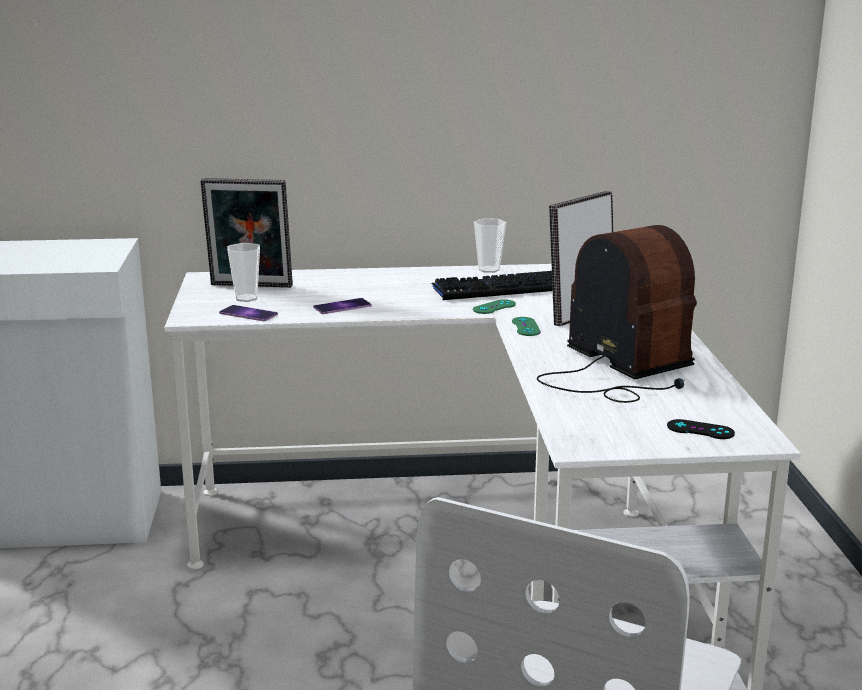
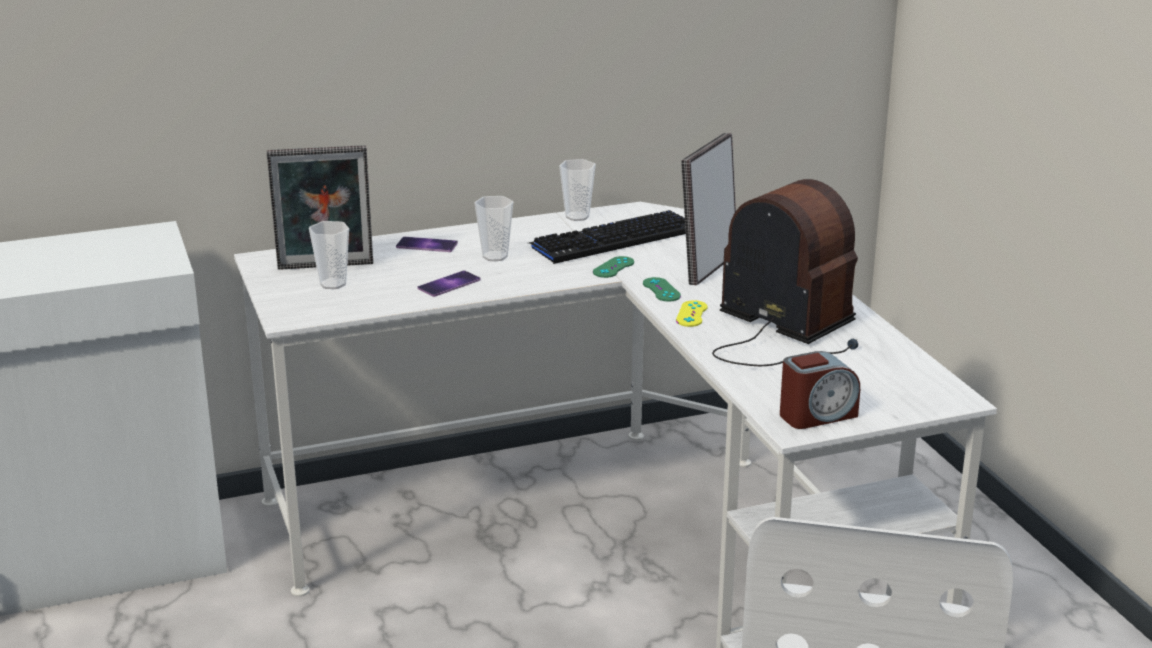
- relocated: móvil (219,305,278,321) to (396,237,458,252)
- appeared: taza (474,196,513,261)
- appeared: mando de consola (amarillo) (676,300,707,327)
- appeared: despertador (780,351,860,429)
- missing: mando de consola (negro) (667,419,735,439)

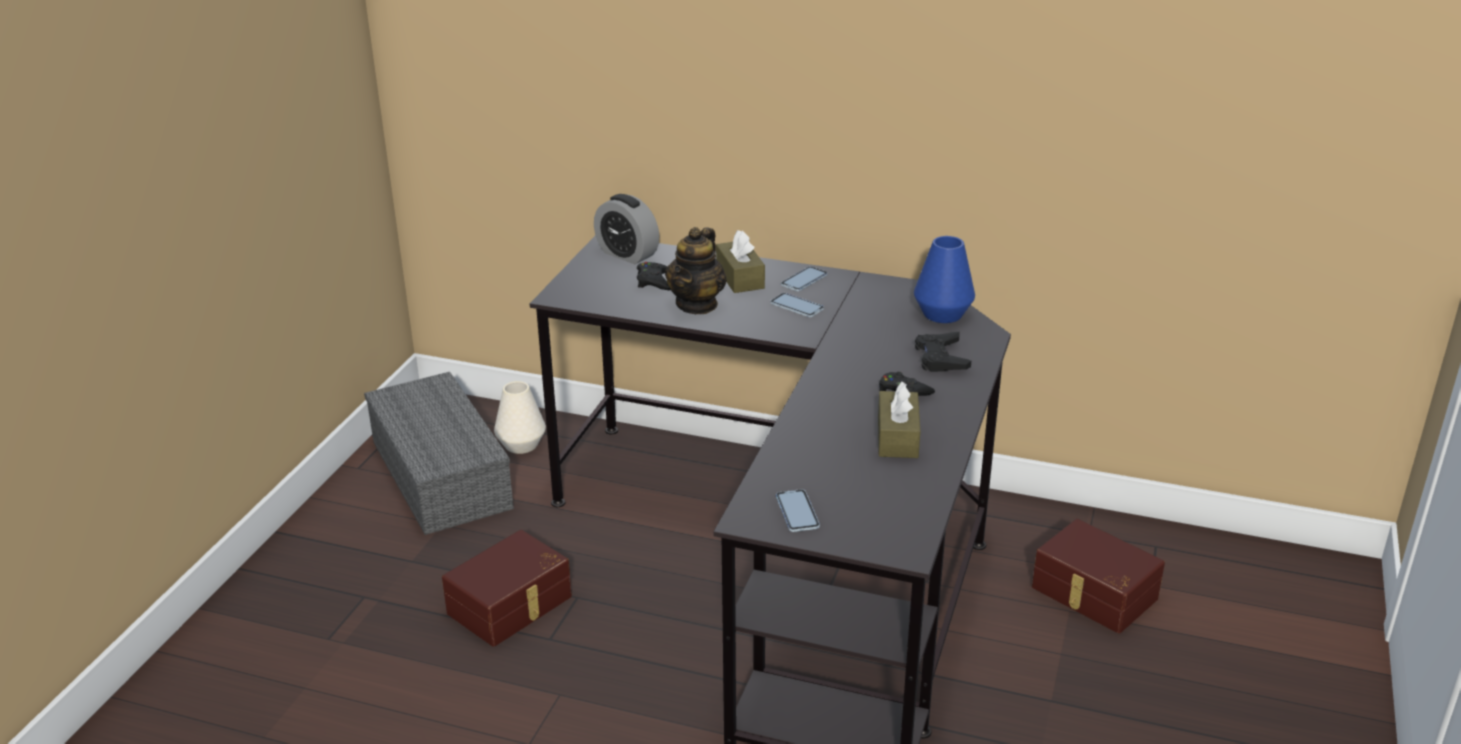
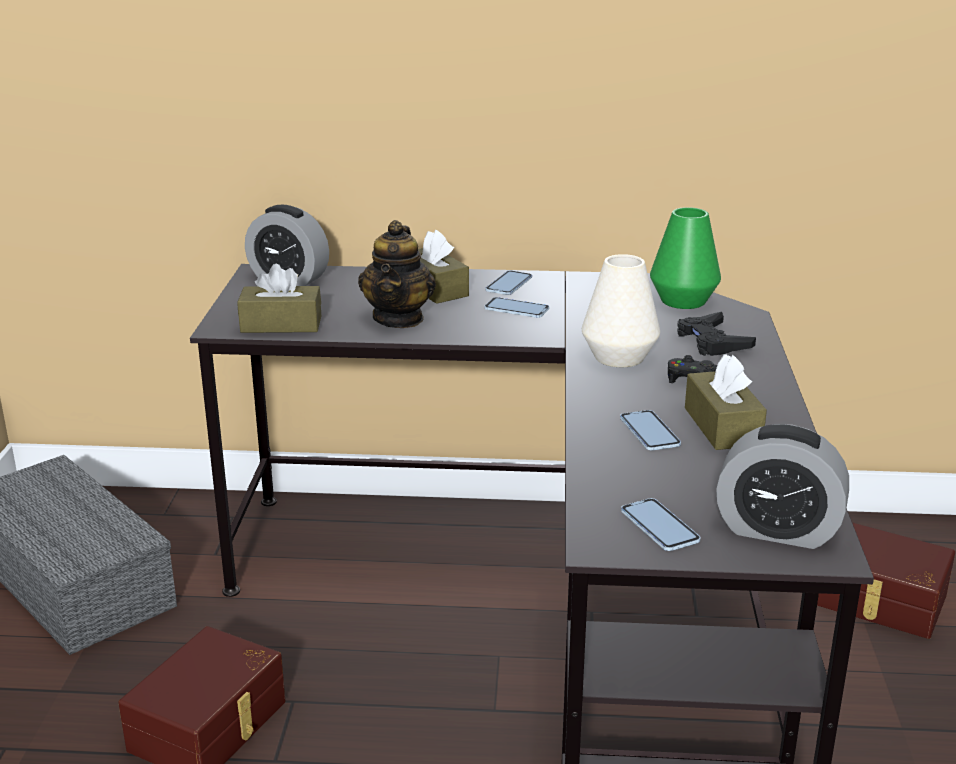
- appeared: caja de pañuelos (marrón) (237,264,321,333)
- relocated: florero (blanco) (494,381,546,454) to (582,254,660,367)
- appeared: móvil (620,410,681,450)
- colour: florero (azul) (914,236,975,323) to florero (verde) (650,207,721,309)
- appeared: despertador (716,424,849,549)
- missing: mando de consola (negro) (637,262,671,290)

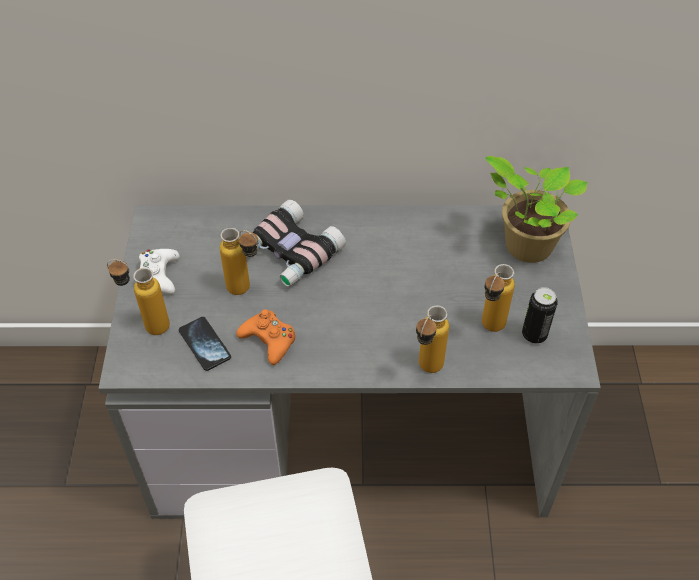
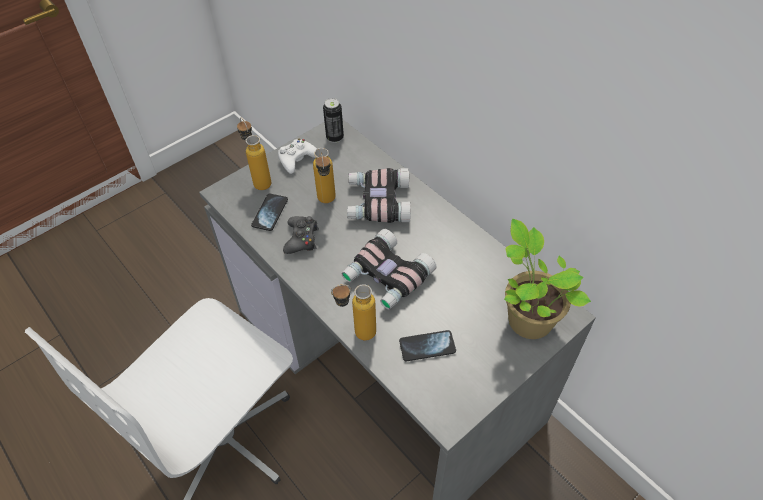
- colour: mando de consola (naranja) (236,309,295,365) to mando de consola (negro) (283,216,319,254)
- relocated: lata (522,287,558,344) to (323,98,344,143)
- appeared: prismáticos (341,229,436,310)
- exchanged: botella (482,264,515,332) to móvil (399,330,456,361)

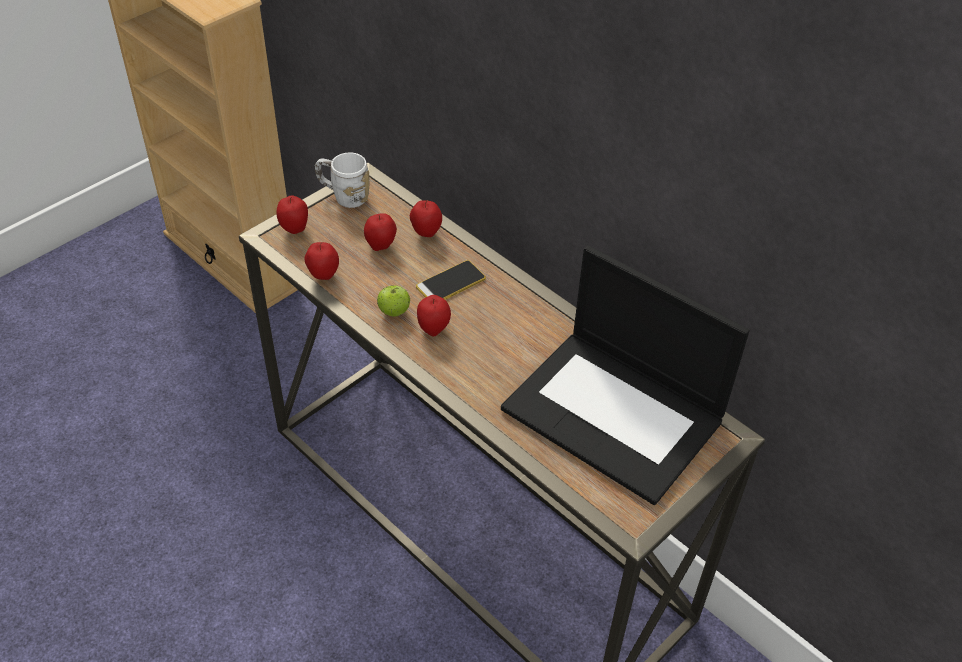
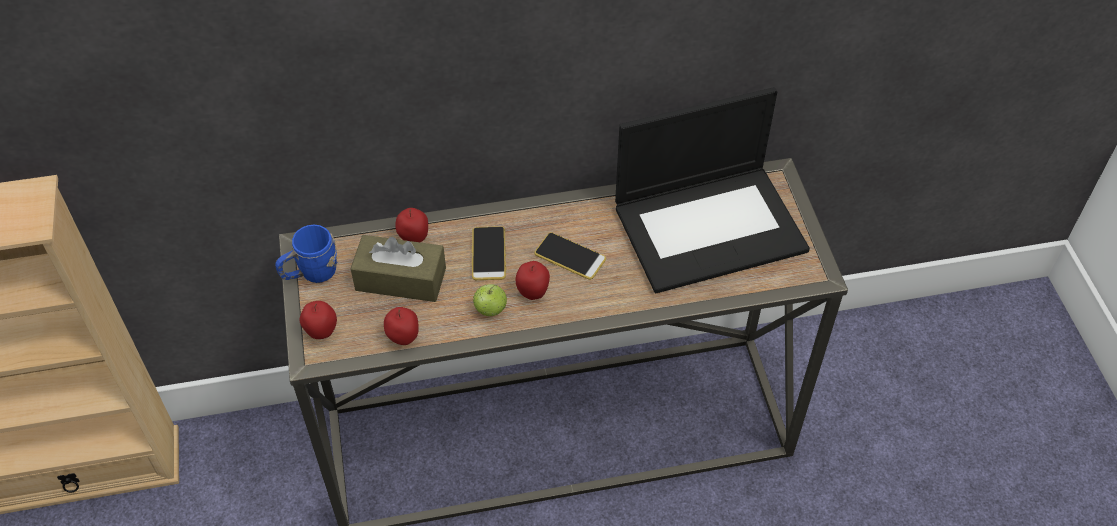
- colour: taza grande (blanco) (315,152,370,208) to taza grande (azul) (275,225,337,283)
- exchanged: manzana (364,213,397,251) to caja de pañuelos (marrón) (350,235,446,302)
- appeared: móvil (534,232,606,280)

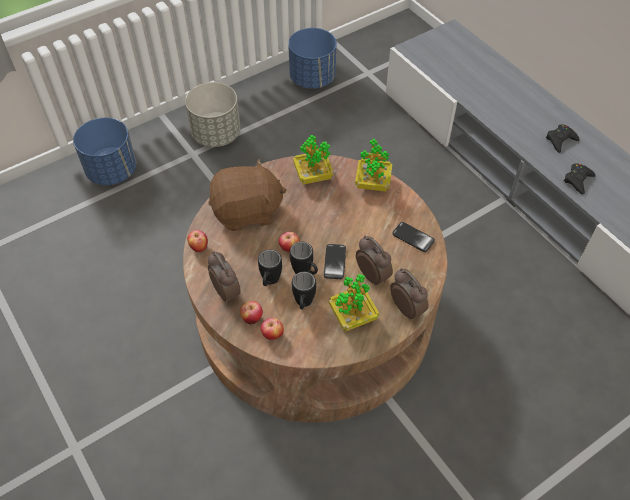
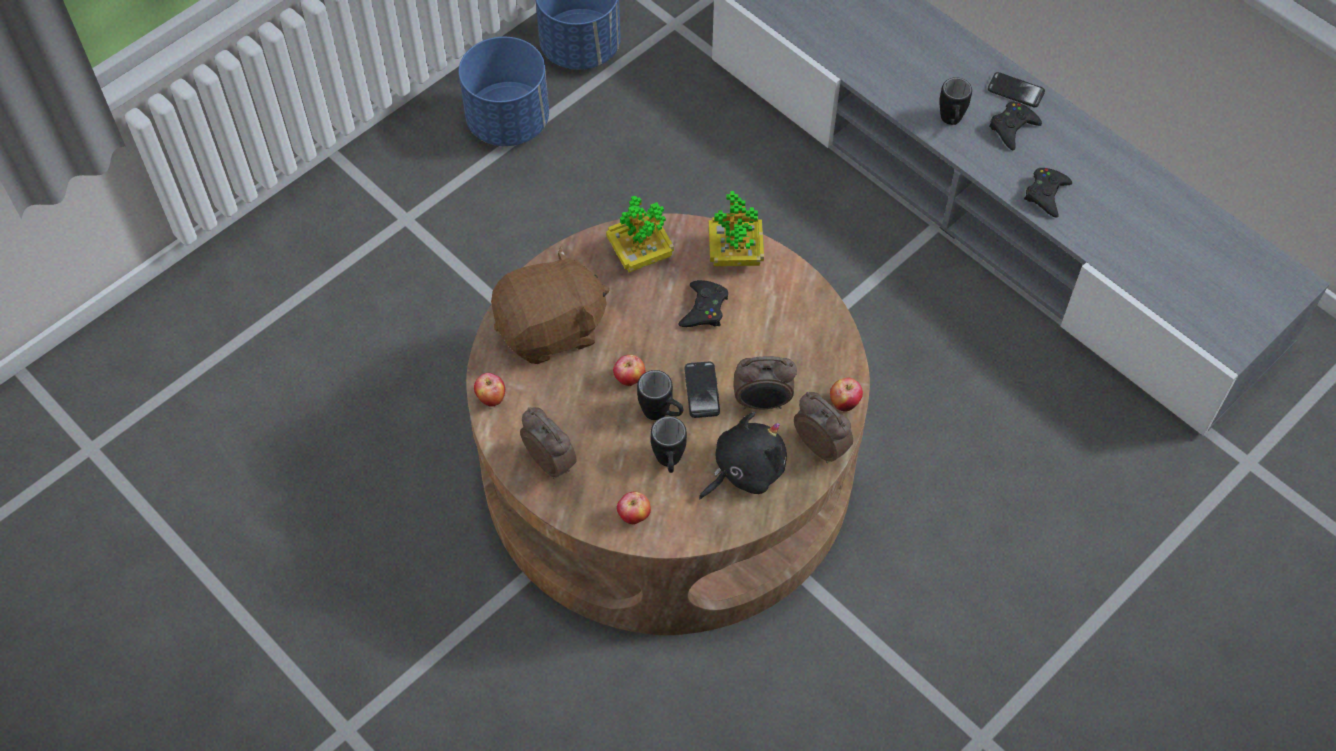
- relocated: maceta (azul) (73,118,137,185) to (459,37,549,146)
- appeared: mando de consola (negro) (678,280,728,327)
- exchanged: planta en maceta (329,274,379,332) to peluche (negro) (699,412,787,499)
- spun: despertador (356,235,393,286) = (733,356,797,409) 135 degrees clockwise
- relocated: manzana (240,301,263,324) to (830,378,863,411)
- relocated: taza grande (negro) (258,250,282,286) to (939,77,972,125)
- relocated: móvil (393,222,435,252) to (988,72,1045,107)
- missing: maceta (gris) (185,82,241,147)

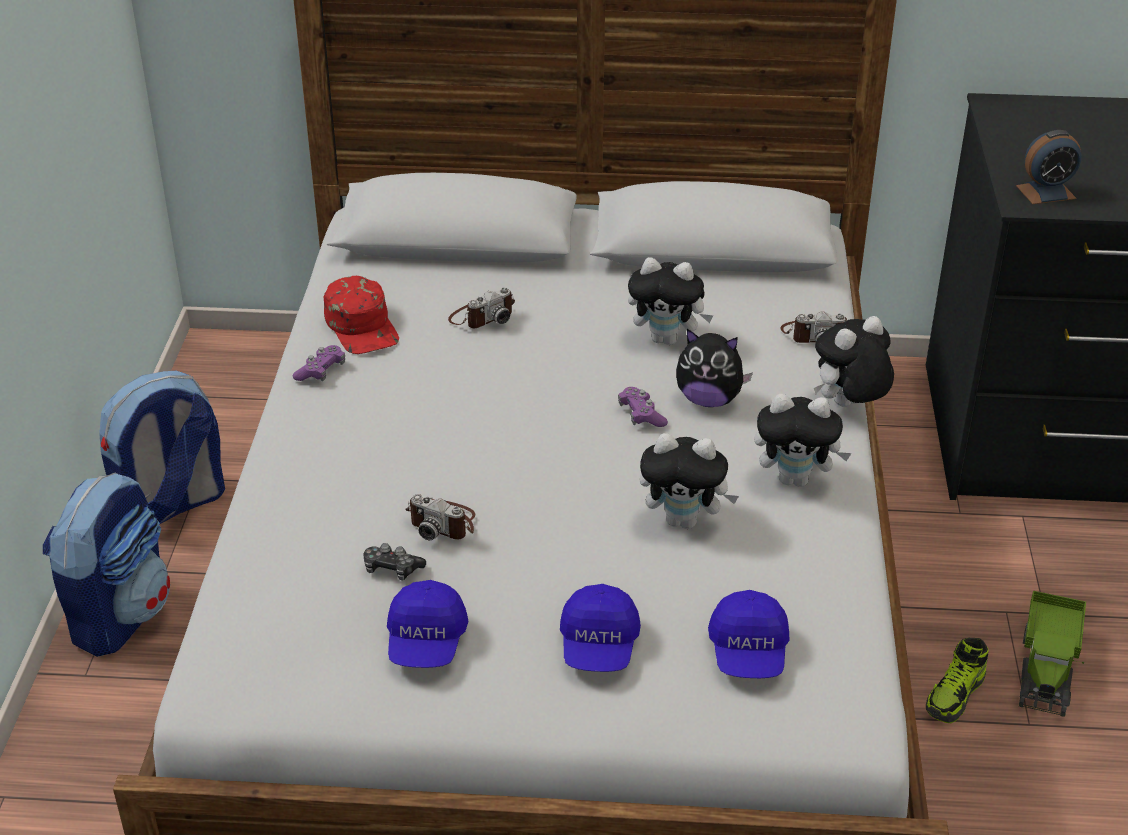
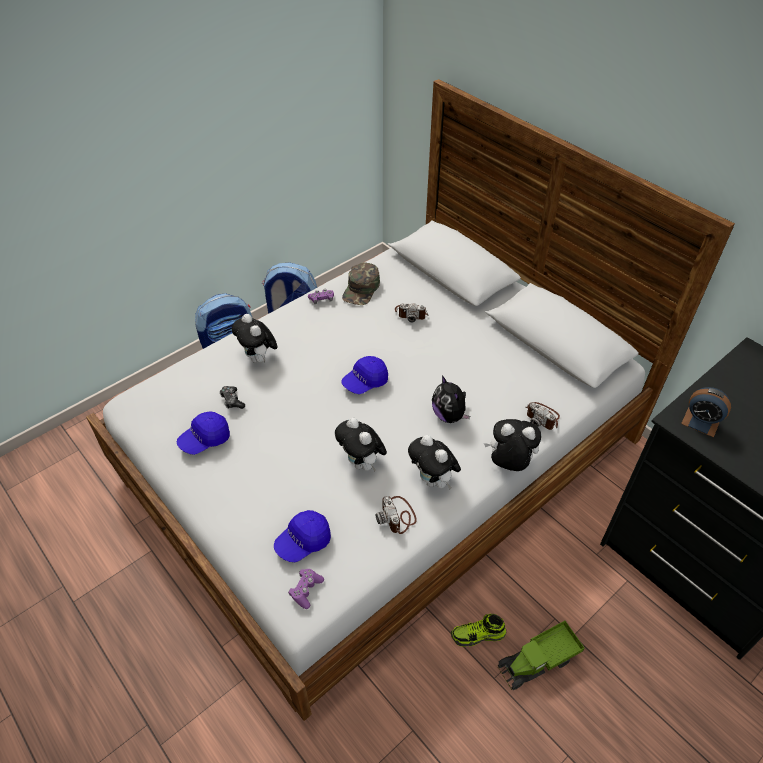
- relocated: peluche (628,257,713,345) to (232,314,278,363)
- relocated: mando de consola (morado) (618,387,668,427) to (288,569,324,609)
- relocated: gorra (azul) (560,584,641,672) to (341,356,388,394)
- colour: gorra (rojo) (323,276,399,354) to gorra (verde) (342,262,380,305)
- relocated: cámara (405,494,475,540) to (376,496,417,534)

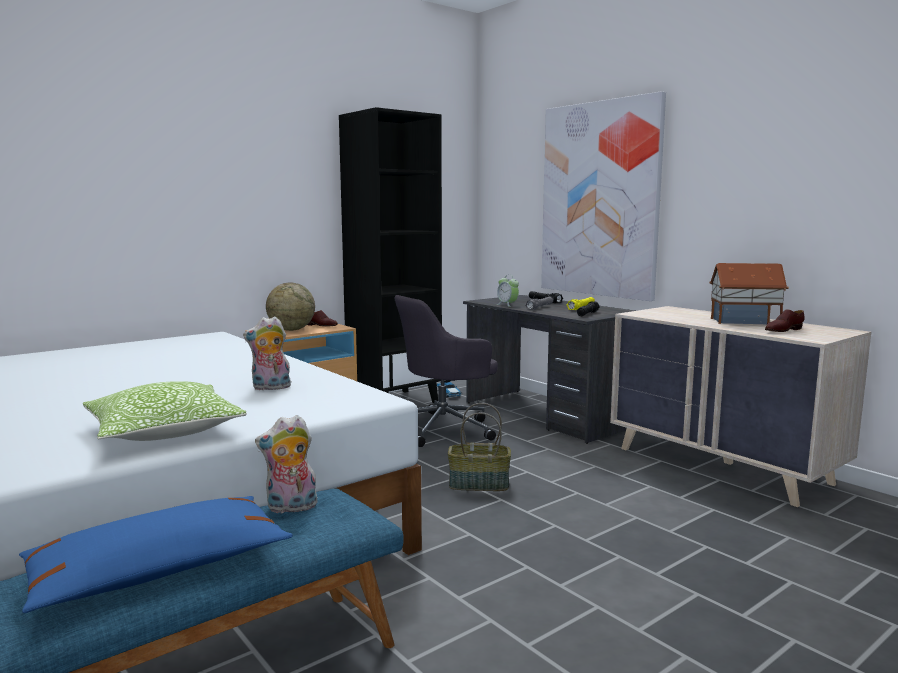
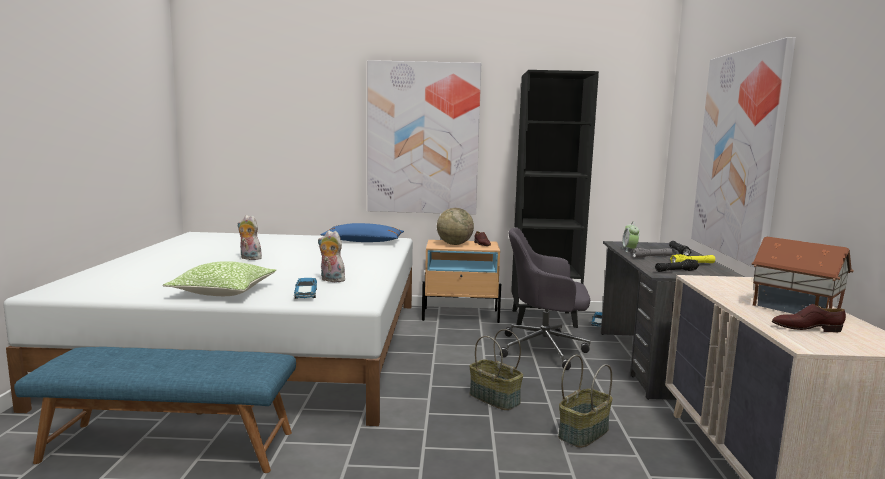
- relocated: peluche (255,415,317,514) to (237,215,262,260)
- appeared: coche de juguete (294,278,317,299)
- relocated: cojín (azul) (19,496,293,613) to (321,223,404,242)
- appeared: cuadro (367,60,481,214)
- appeared: cesta (558,355,612,448)

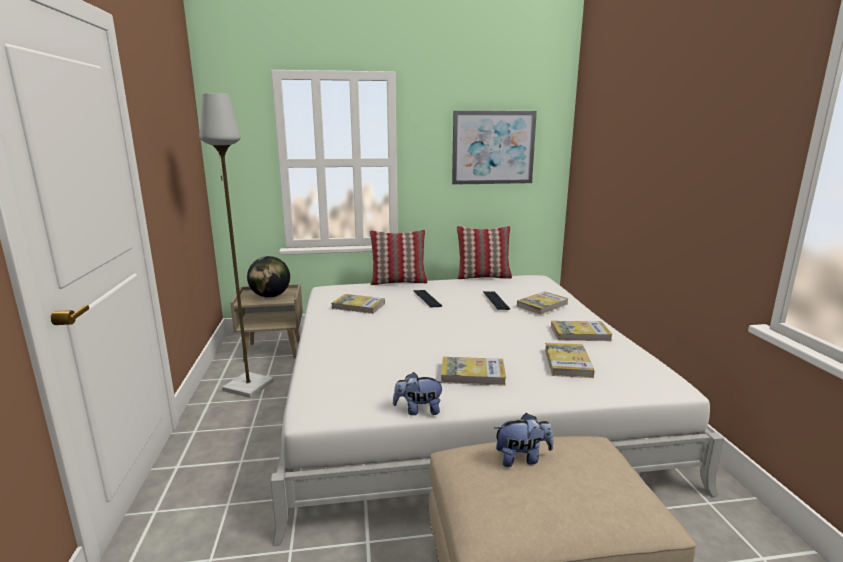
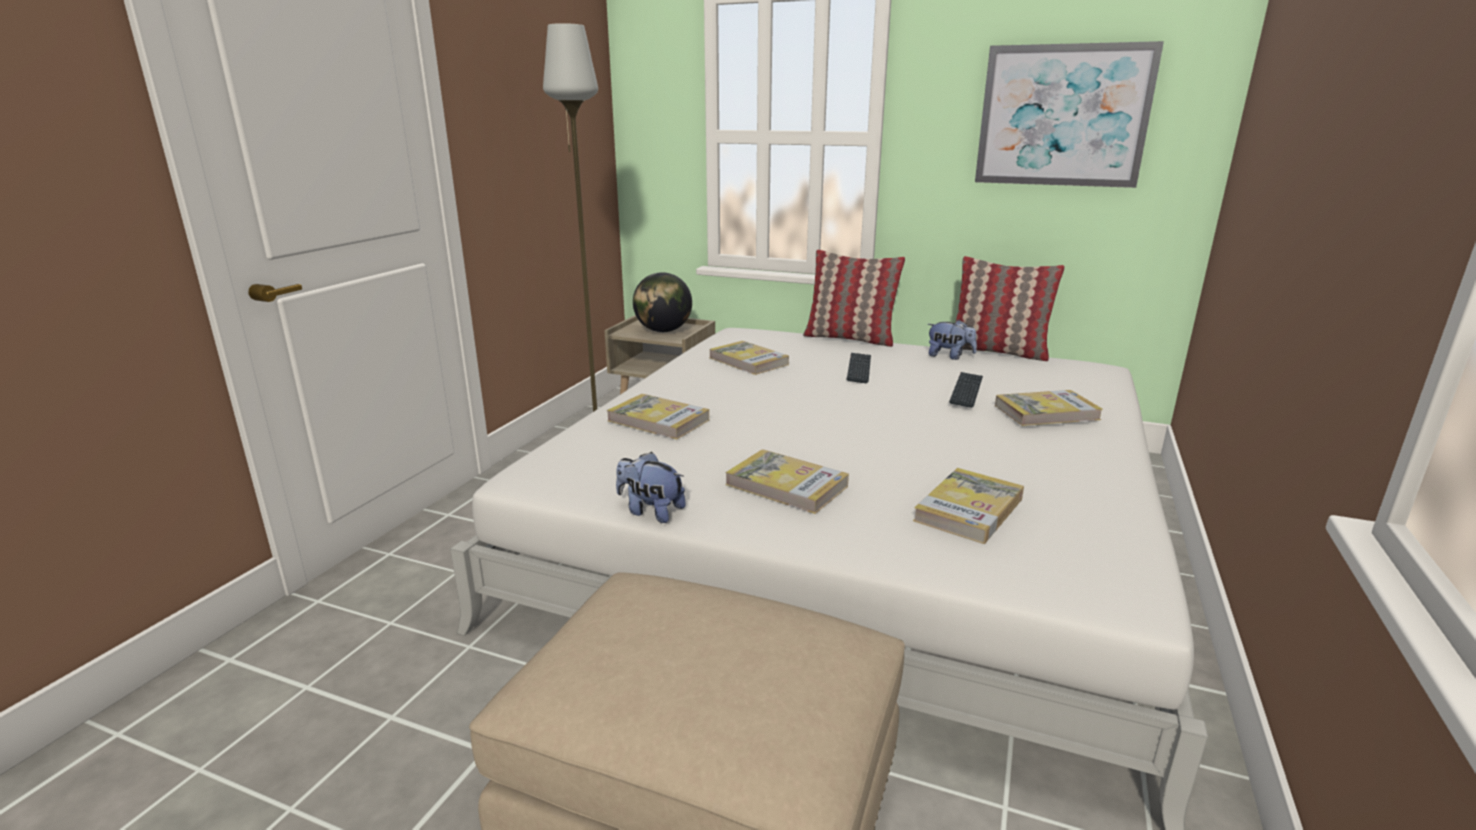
- relocated: libro (551,321,613,341) to (607,394,709,439)
- relocated: peluche (494,413,553,467) to (927,320,977,360)

